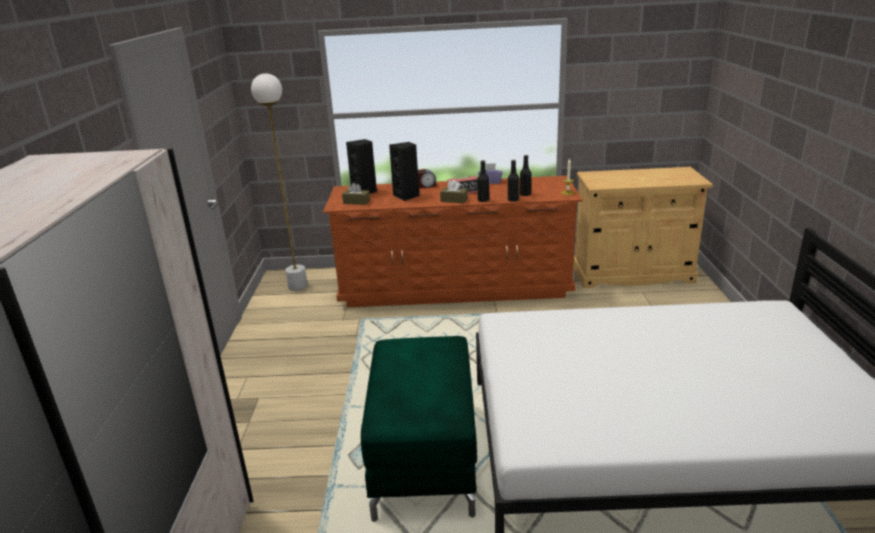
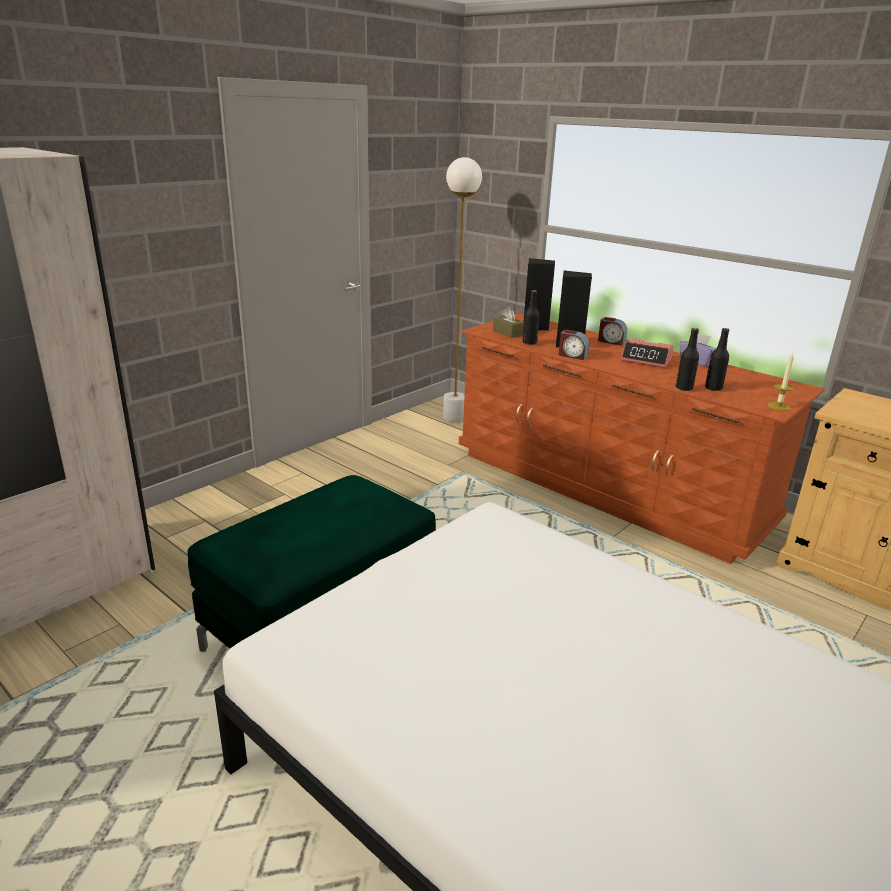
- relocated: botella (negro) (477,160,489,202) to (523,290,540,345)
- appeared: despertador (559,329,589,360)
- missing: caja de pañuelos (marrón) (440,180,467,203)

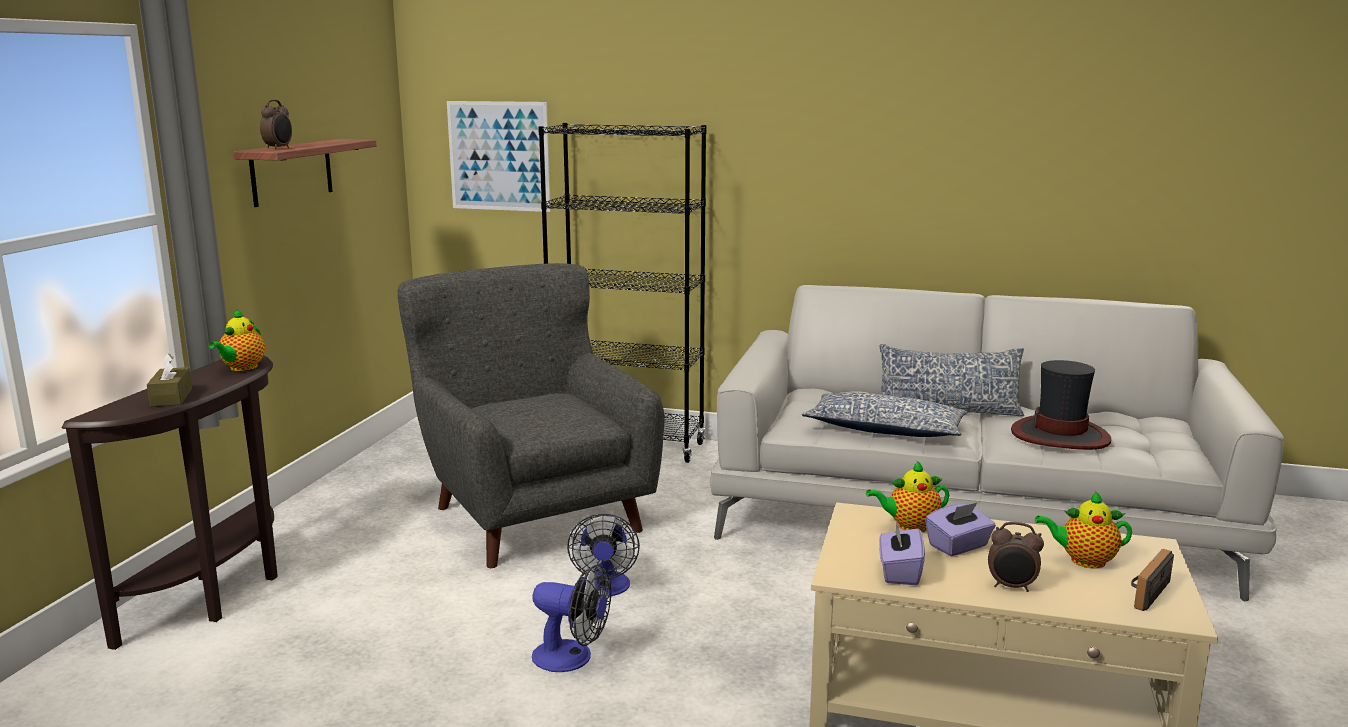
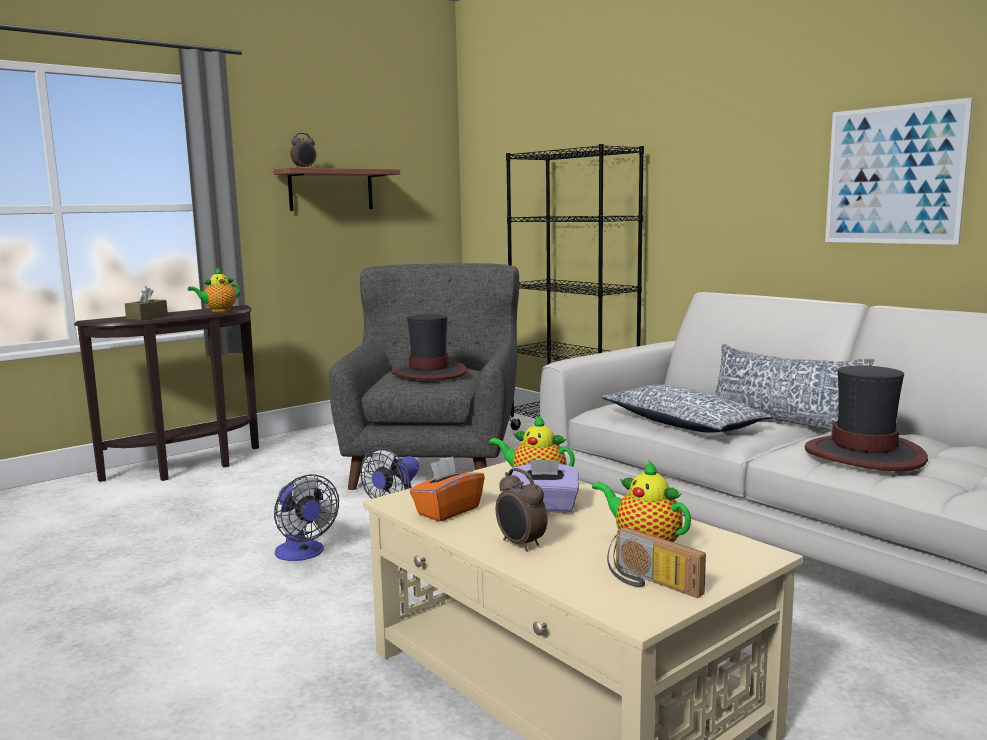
- appeared: sombrero (391,314,467,380)
- colour: caja de pañuelos (morado) (879,520,925,585) to caja de pañuelos (naranja) (409,457,485,522)
- spun: radio (1131,549,1174,611) = (607,527,706,598) 120 degrees counterclockwise
- relocated: cuadro (447,101,551,212) to (825,98,973,245)

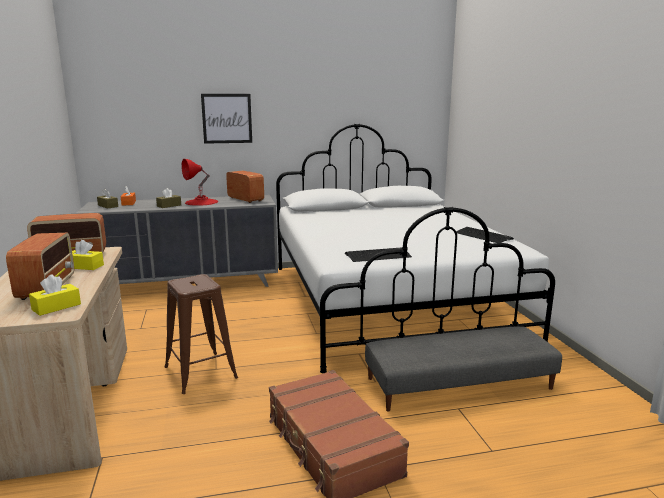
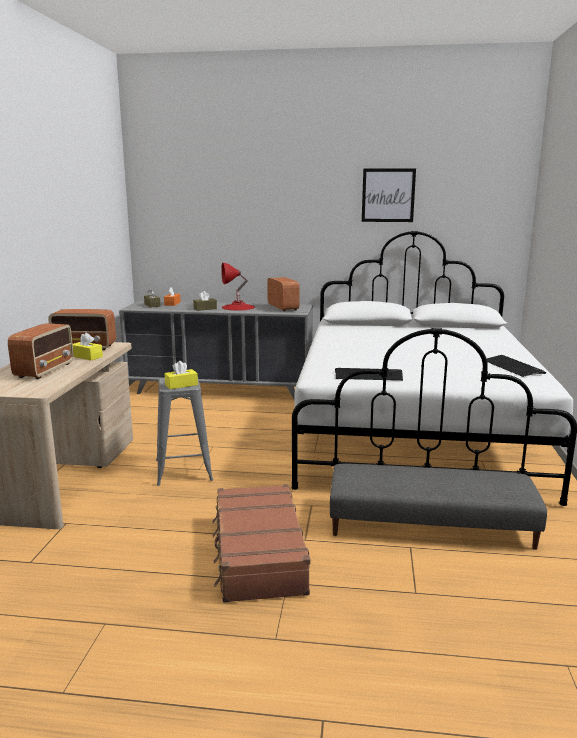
- colour: taburete (marrón) (165,274,238,394) to taburete (gris) (156,377,214,486)
- relocated: caja de pañuelos (amarillo) (29,274,81,316) to (164,361,198,389)
- relocated: cuadro (201,94,252,144) to (362,168,416,222)

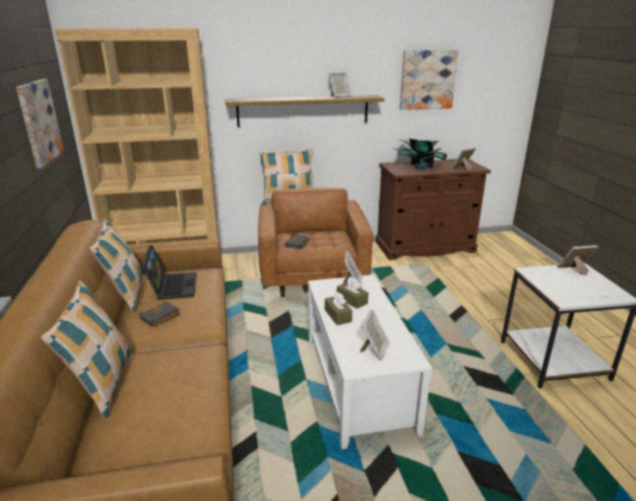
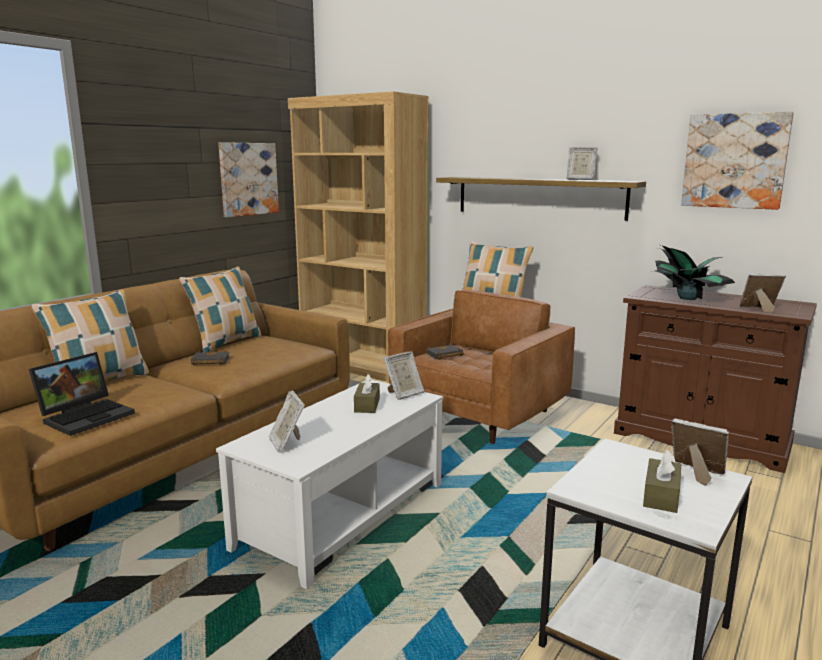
- relocated: portátil (142,245,196,300) to (29,352,135,436)
- spun: portarretratos (360,310,389,360) = (269,391,305,453) 90 degrees clockwise
- relocated: caja de pañuelos (marrón) (325,292,352,325) to (643,450,681,513)

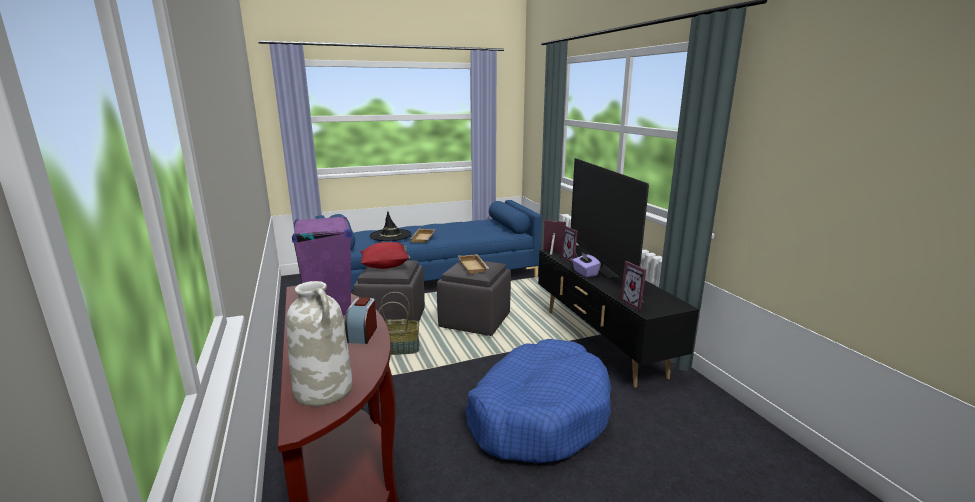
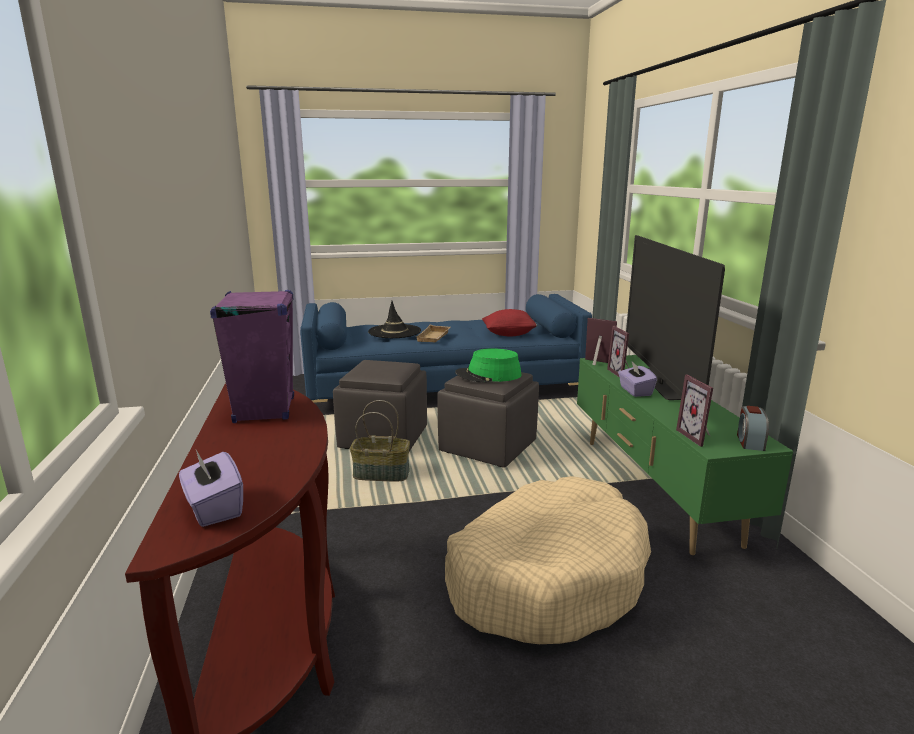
- exchanged: florero (blanco) (286,281,353,406) to caja de pañuelos (morado) (179,450,243,527)
- colour: cama para perro (azul) (466,339,611,463) to cama para perro (beis) (445,476,651,644)
- exchanged: bandeja (beis) (458,254,489,274) to sombrero (verde) (455,348,521,383)
- relocated: cojín (rojo) (360,242,410,269) to (482,309,538,336)
- colour: mueble de televisión (negro) (538,245,699,388) to mueble de televisión (verde) (577,355,793,555)
- relocated: despertador (345,298,377,344) to (737,406,769,451)

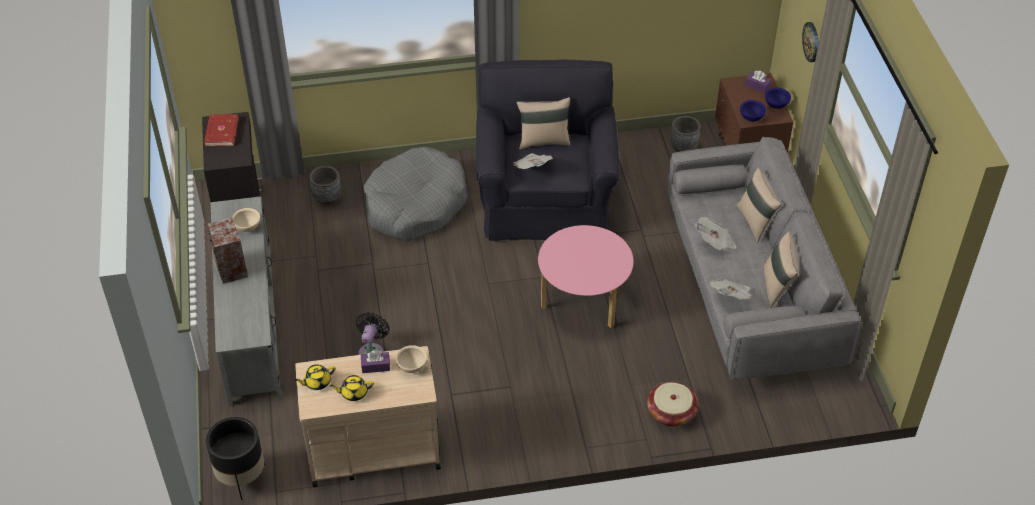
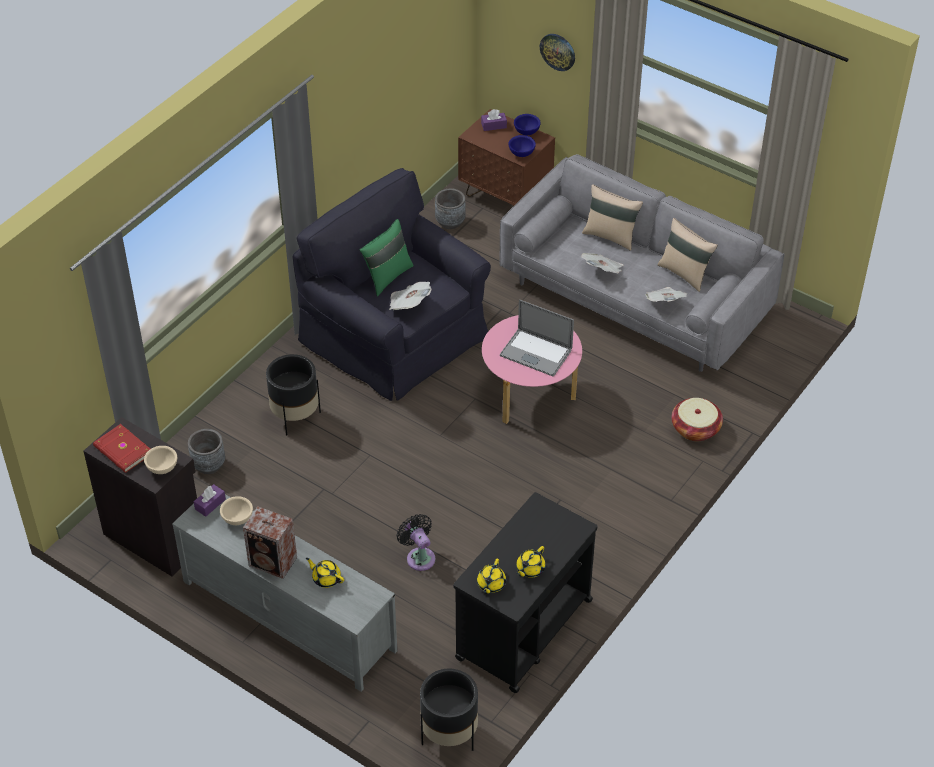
- relocated: cuenco (beis) (396,345,427,373) to (144,446,177,474)
- relocated: caja de pañuelos (morado) (361,350,390,373) to (194,484,226,517)
- exchanged: cama para perro (gris) (363,147,467,241) to maceta (negro) (266,354,321,435)
- appeared: tetera (amarillo) (306,558,344,588)
- colour: cojín (beis) (517,97,570,150) to cojín (verde) (360,219,414,296)
- colour: carrito (beis) (295,346,441,487) to carrito (negro) (453,492,598,693)
- appeared: portátil (500,300,574,377)

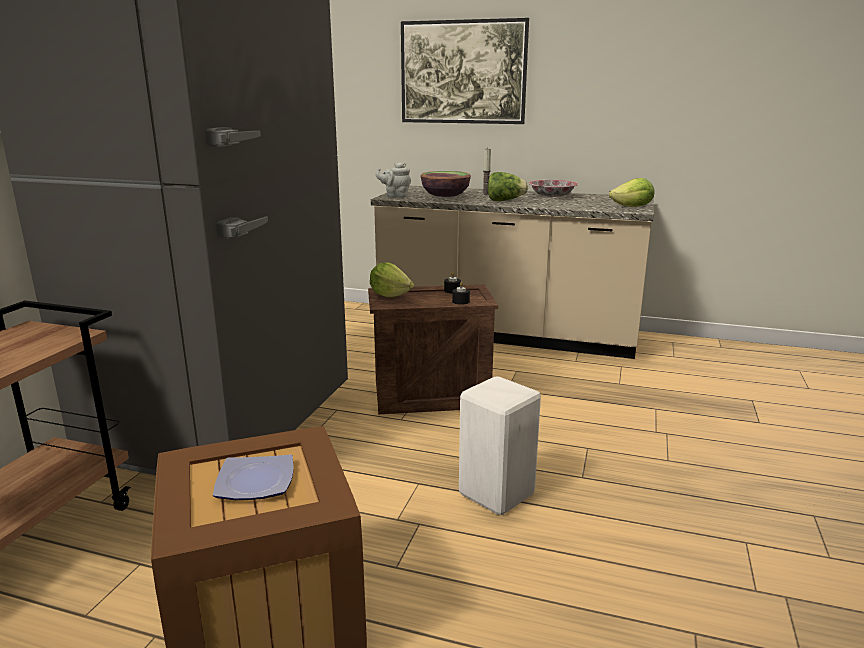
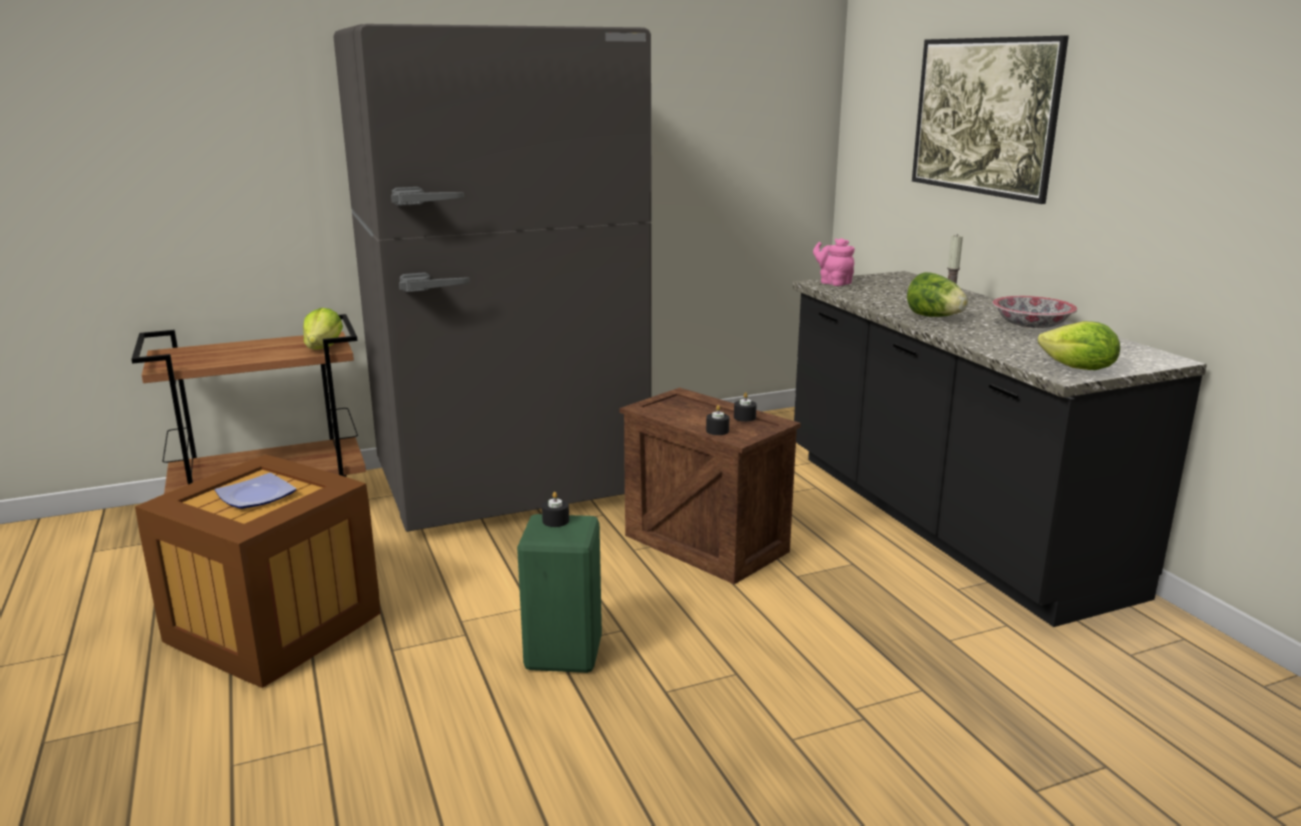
- relocated: lechuga (370,262,414,297) to (303,308,343,350)
- colour: taburete (blanco) (459,377,541,515) to taburete (verde) (517,514,602,673)
- appeared: vela (negro) (542,492,569,527)
- colour: mueble bajo de cocina (beis) (371,186,654,359) to mueble bajo de cocina (negro) (793,271,1207,627)
- colour: tetera (gris) (375,162,411,197) to tetera (rosa) (813,238,855,286)
- missing: cuenco (420,171,471,197)

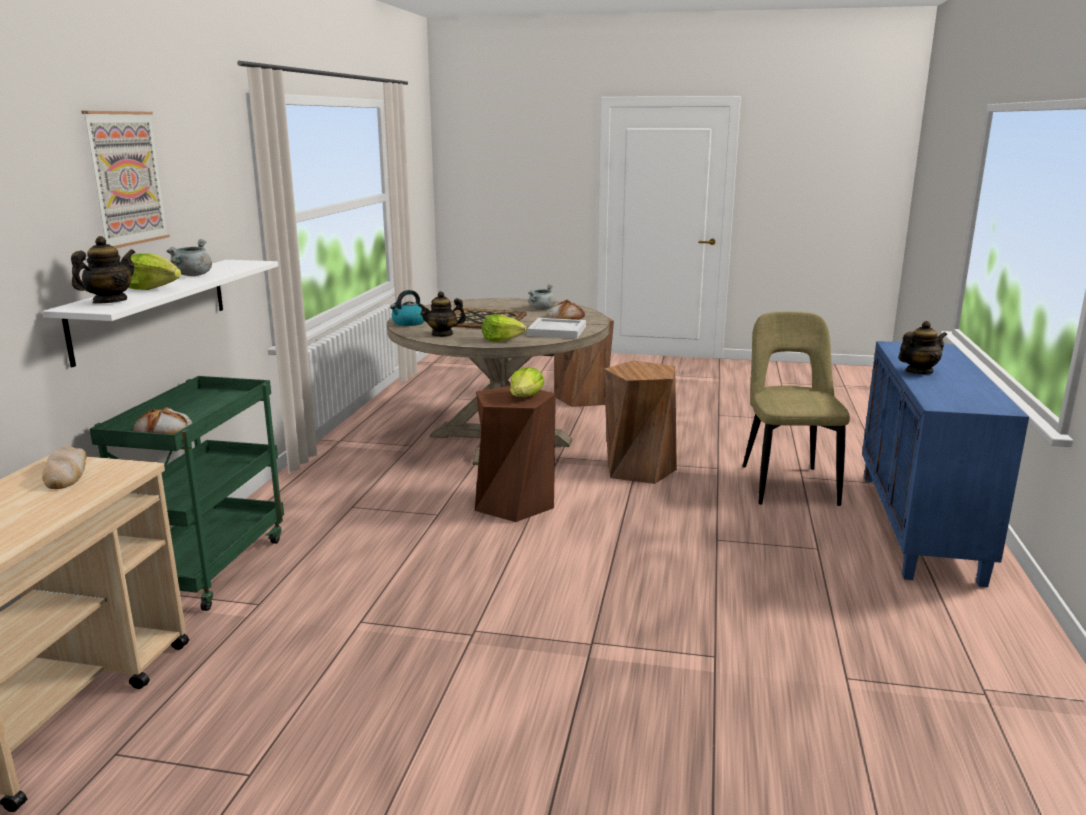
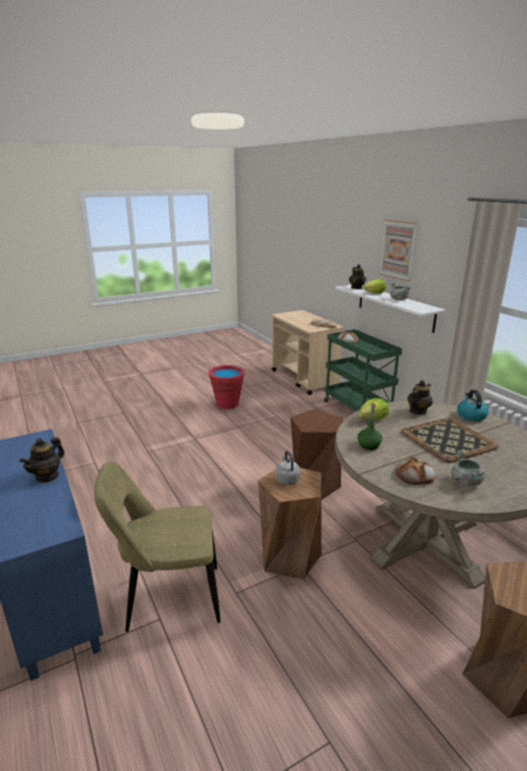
- spun: silla (beis) (742,312,850,506) = (94,461,221,632) 120 degrees clockwise
- appeared: cubo (rojo) (208,365,245,409)
- appeared: hervidor (gris) (275,451,301,485)
- exchanged: bandeja (blanco) (527,318,586,339) to botella (verde) (358,403,382,450)
- missing: lechuga (510,367,544,397)

